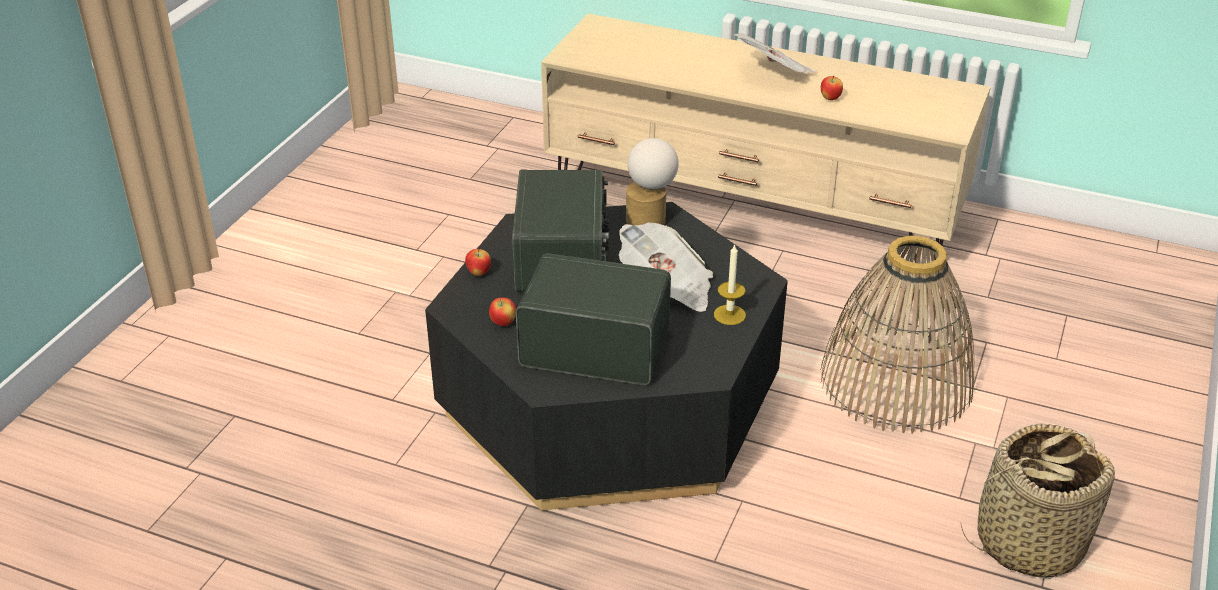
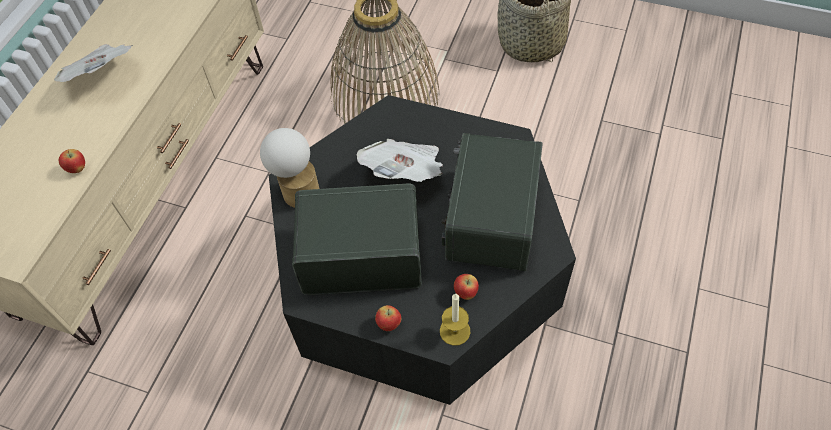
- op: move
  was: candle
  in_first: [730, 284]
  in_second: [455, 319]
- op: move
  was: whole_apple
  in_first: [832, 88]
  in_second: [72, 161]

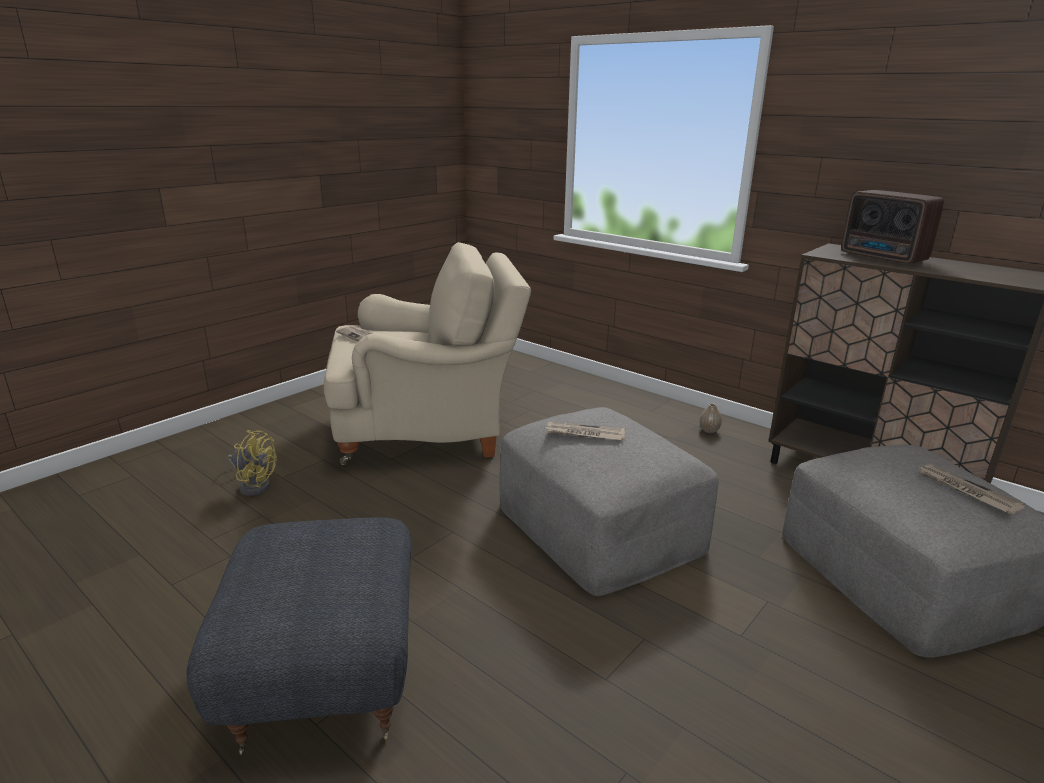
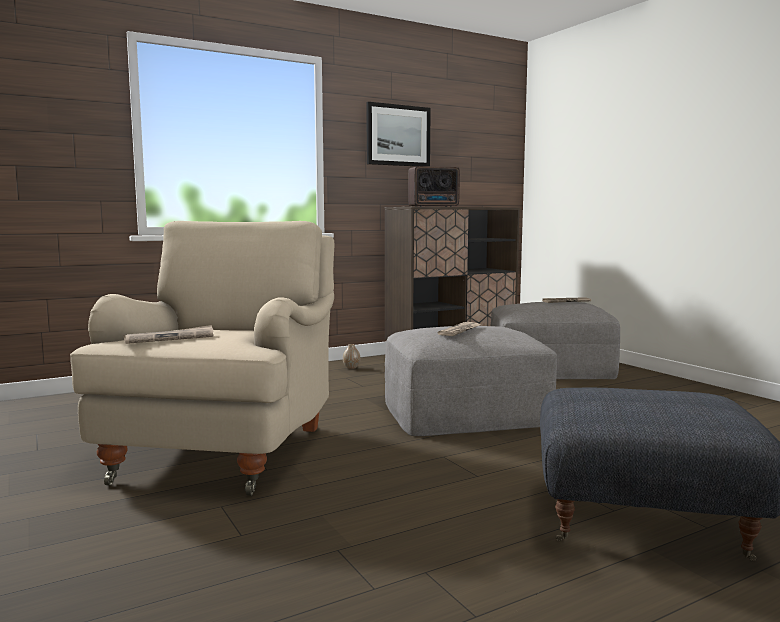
- op: delete
  was: yellowish_electric_fan
  in_first: [252, 463]
- op: insert
  now: picture
  in_second: [398, 134]

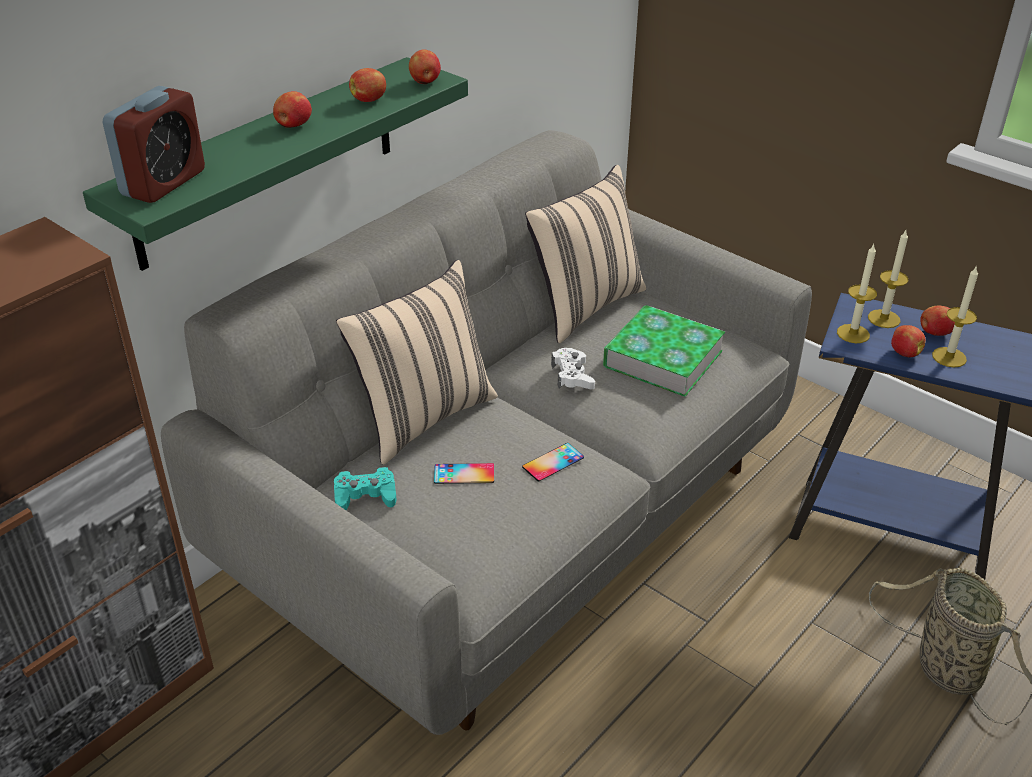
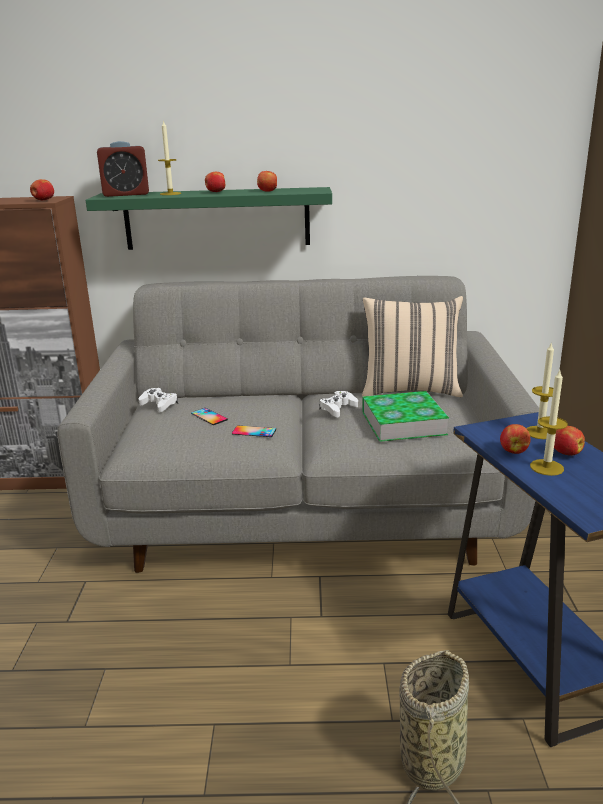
- op: delete
  was: sand-coloured_pillow
  in_first: [417, 362]
- op: move
  was: whole_apple
  in_first: [425, 67]
  in_second: [42, 189]
- op: move
  was: candle
  in_first: [857, 293]
  in_second: [169, 157]
- op: recolor
  was: blue-green_game_controller
  now: whitish_game_controller
  in_first: [365, 488]
  in_second: [158, 400]

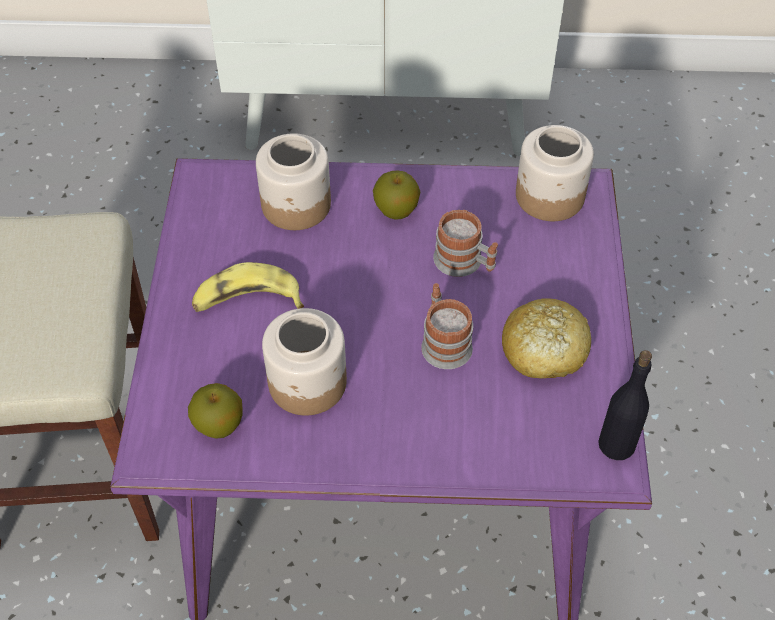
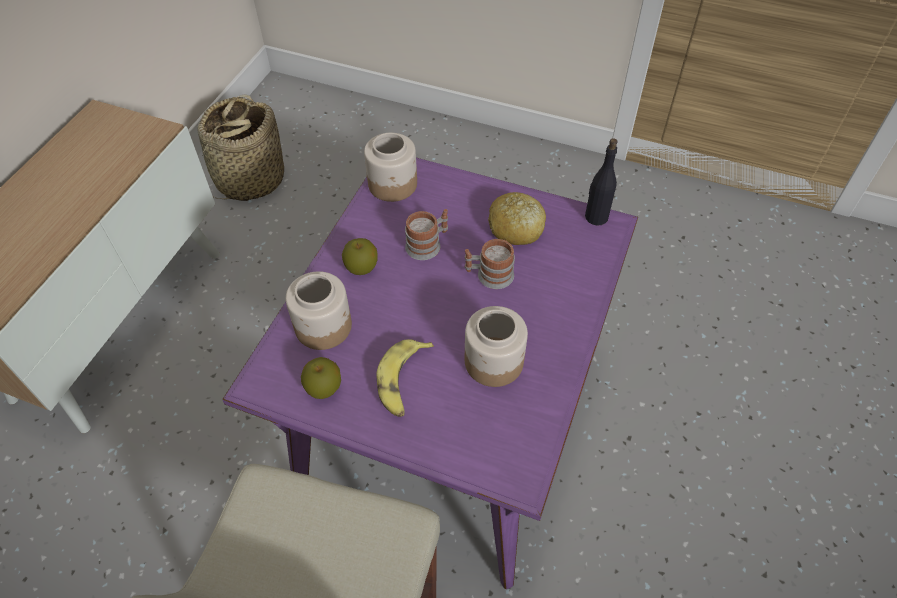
- op: insert
  now: basket
  in_second: [240, 147]
- op: move
  was: whole_apple
  in_first: [215, 411]
  in_second: [321, 378]

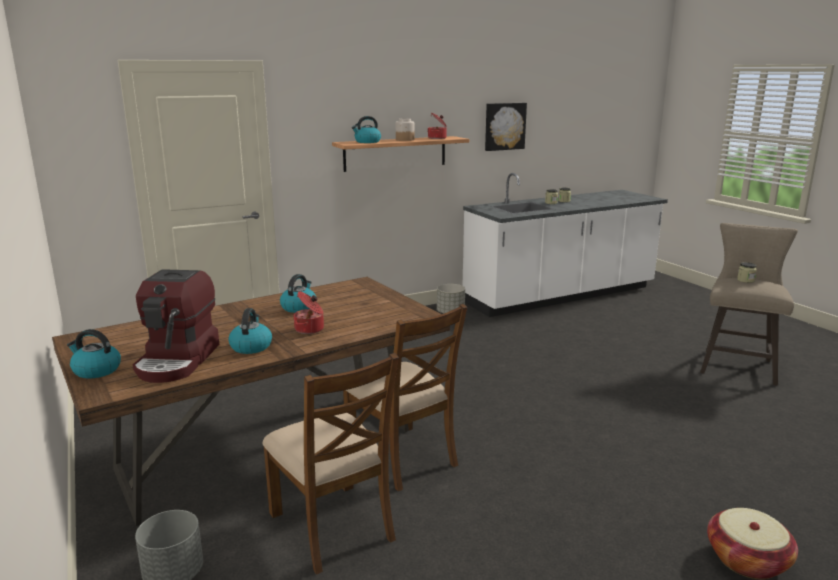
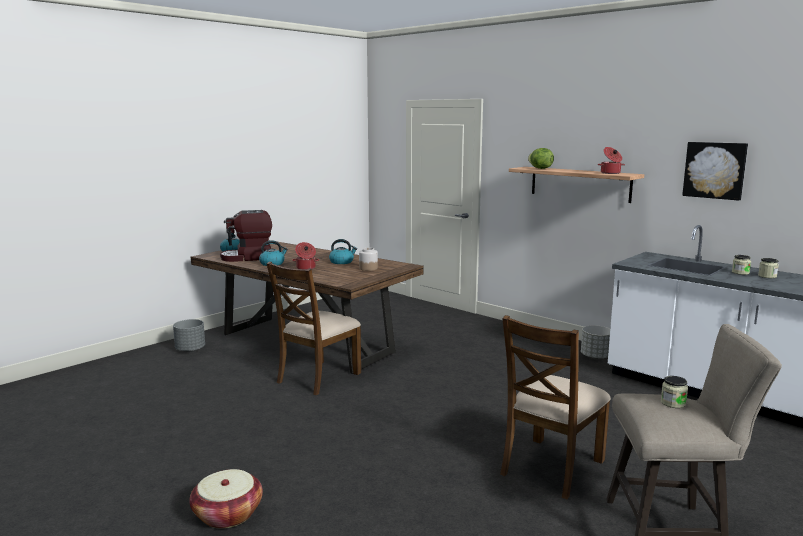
- op: move
  was: brown_chair
  in_first: [331, 463]
  in_second: [555, 407]
- op: move
  was: jar
  in_first: [405, 129]
  in_second: [368, 259]
- op: replace
  was: water_kettle
  now: lettuce_head
  in_first: [366, 129]
  in_second: [541, 158]

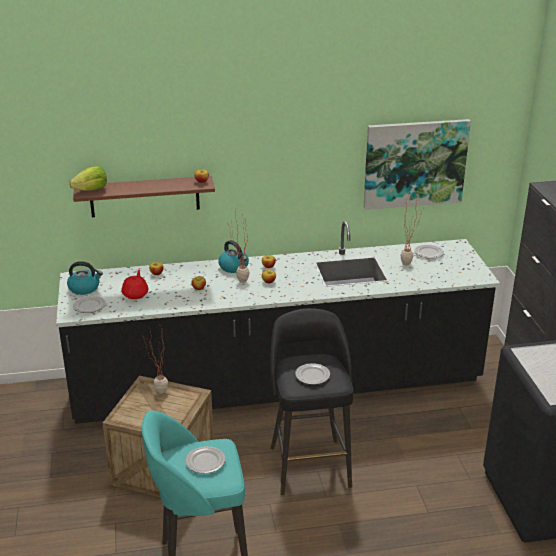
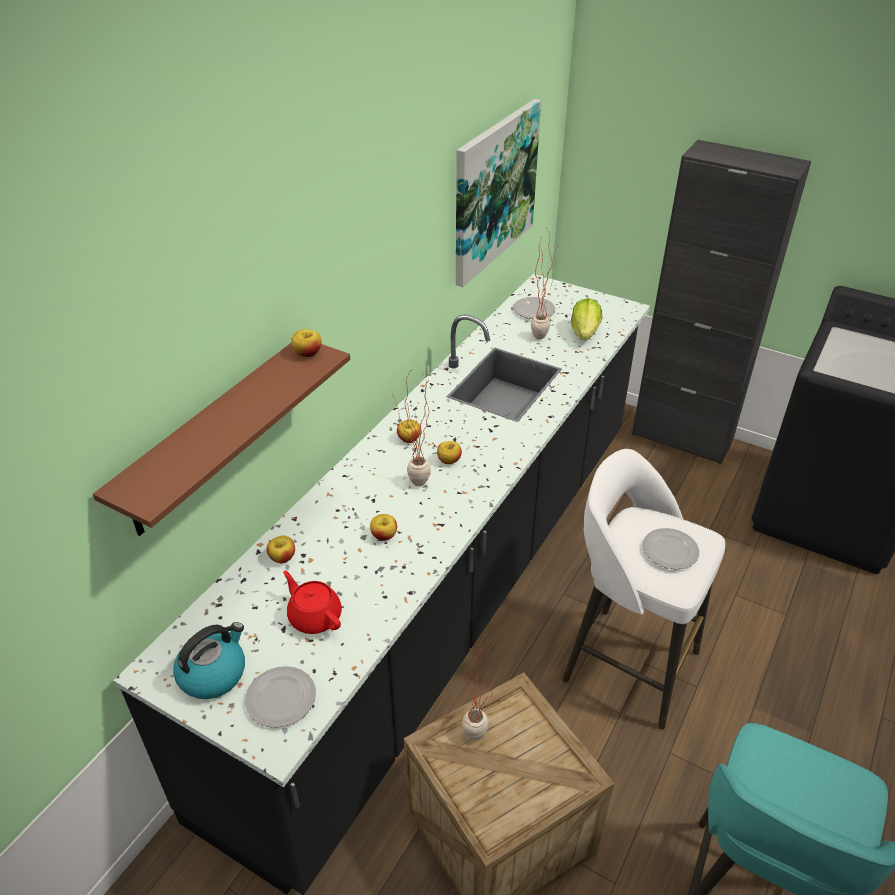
- op: delete
  was: dinner_plate
  in_first: [206, 460]
- op: delete
  was: water_kettle
  in_first: [233, 256]
- op: move
  was: lettuce_head
  in_first: [88, 178]
  in_second: [587, 319]
- op: recolor
  was: black_sitting_stool
  now: whitish_sitting_stool
  in_first: [312, 401]
  in_second: [643, 589]

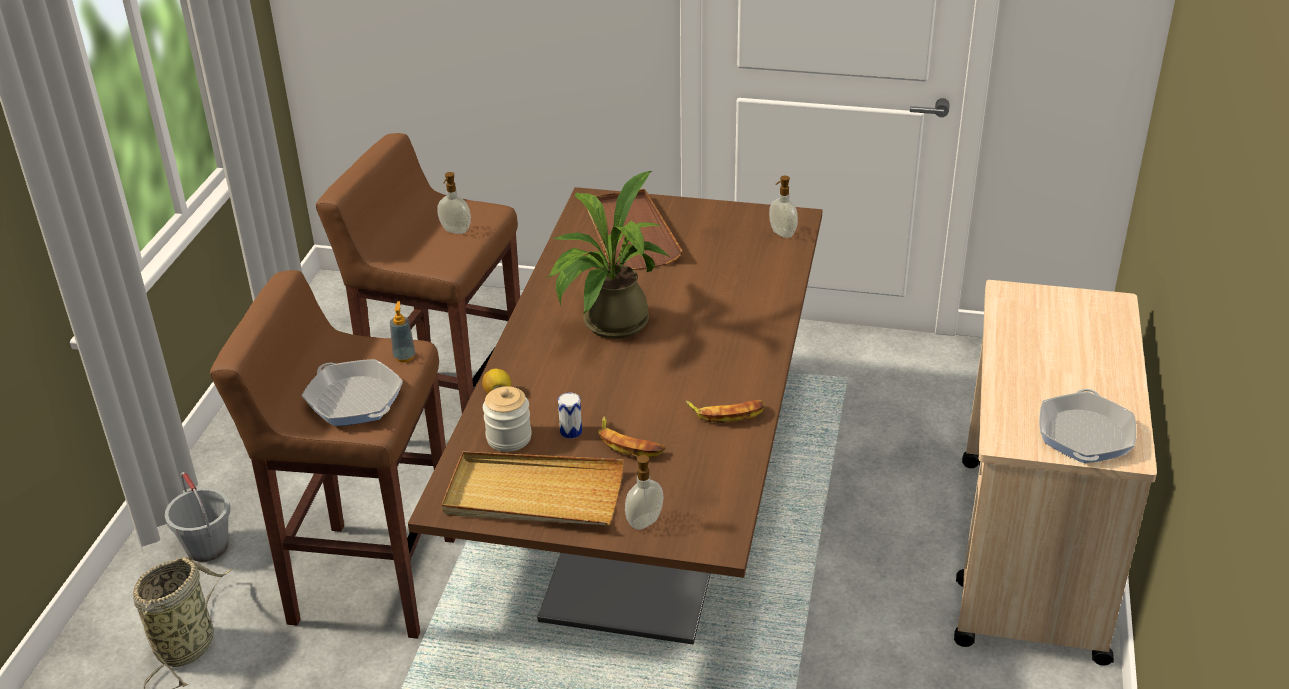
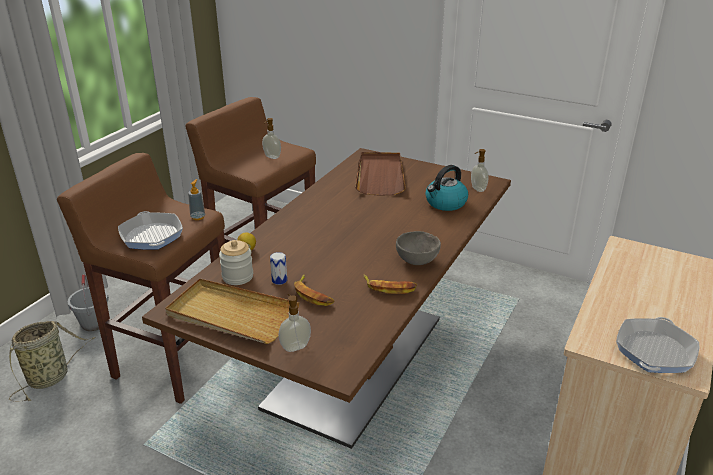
- op: delete
  was: plant_in_a_pot
  in_first: [607, 255]
- op: insert
  now: grey_bowl
  in_second: [418, 248]
- op: insert
  now: water_kettle
  in_second: [446, 188]

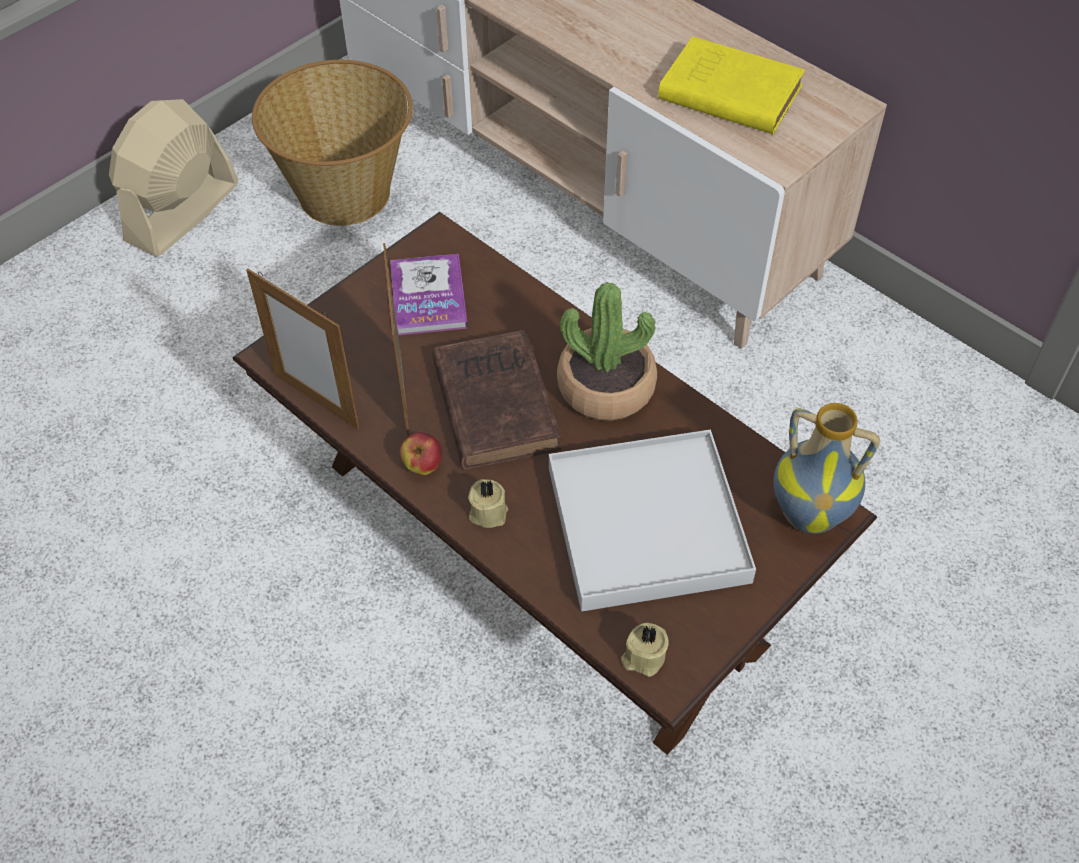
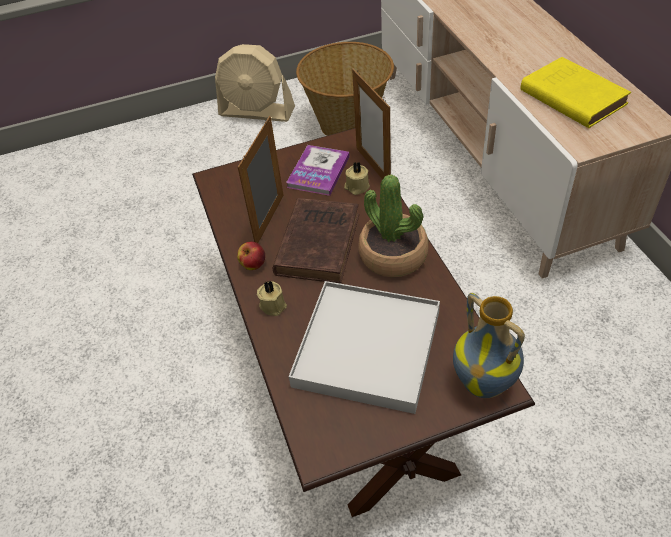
- op: move
  was: standing_frame
  in_first: [302, 349]
  in_second: [371, 124]
- op: move
  was: sand-coloured_candle
  in_first: [645, 650]
  in_second: [357, 178]
- op: rotate
  was: sand-coloured_electric_fan
  in_first: [174, 178]
  in_second: [255, 83]
  clockwise: -135

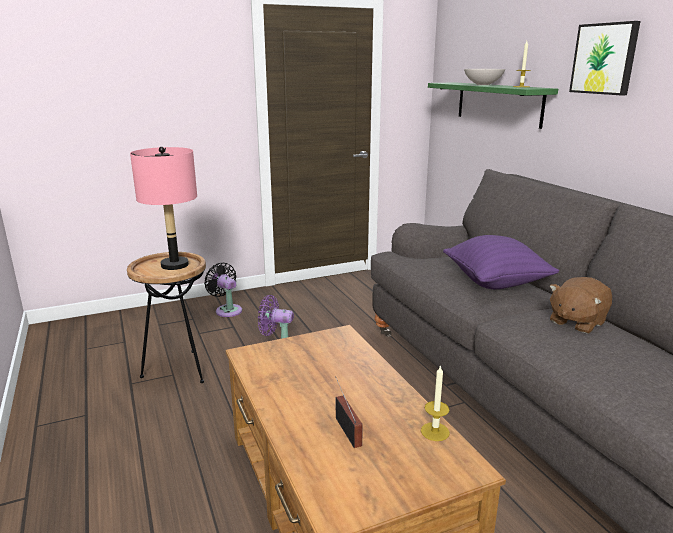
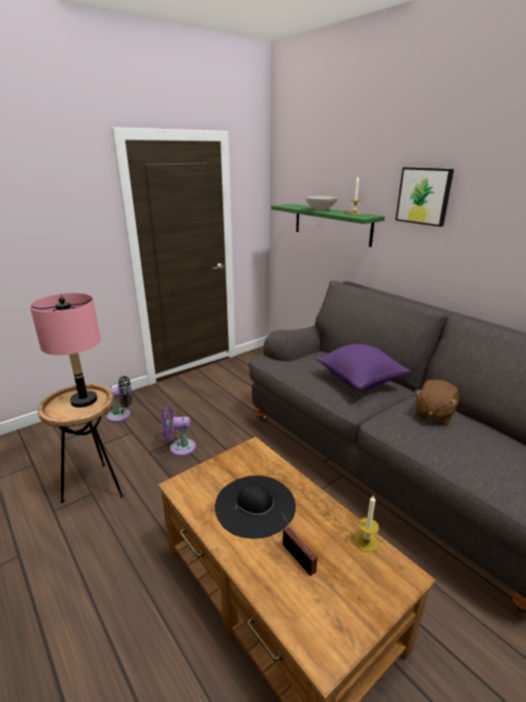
- op: insert
  now: black_wearable_hat
  in_second: [255, 507]
- op: rotate
  was: black_electric_fan
  in_first: [223, 290]
  in_second: [119, 399]
  clockwise: 135

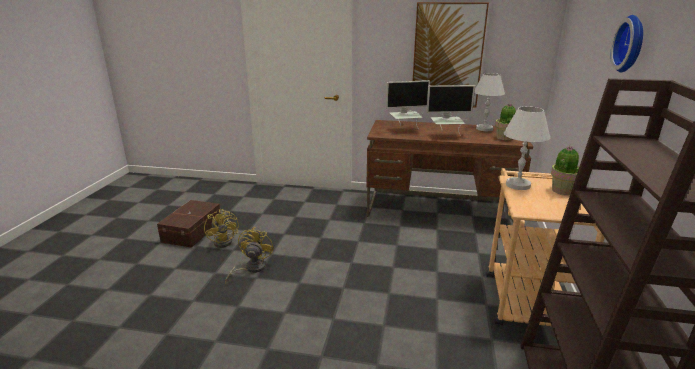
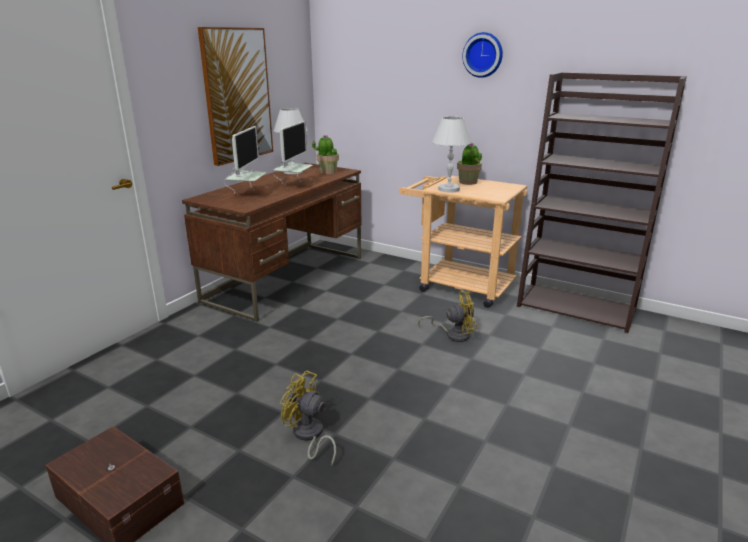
- op: move
  was: yellowish_electric_fan
  in_first: [221, 228]
  in_second: [447, 316]

